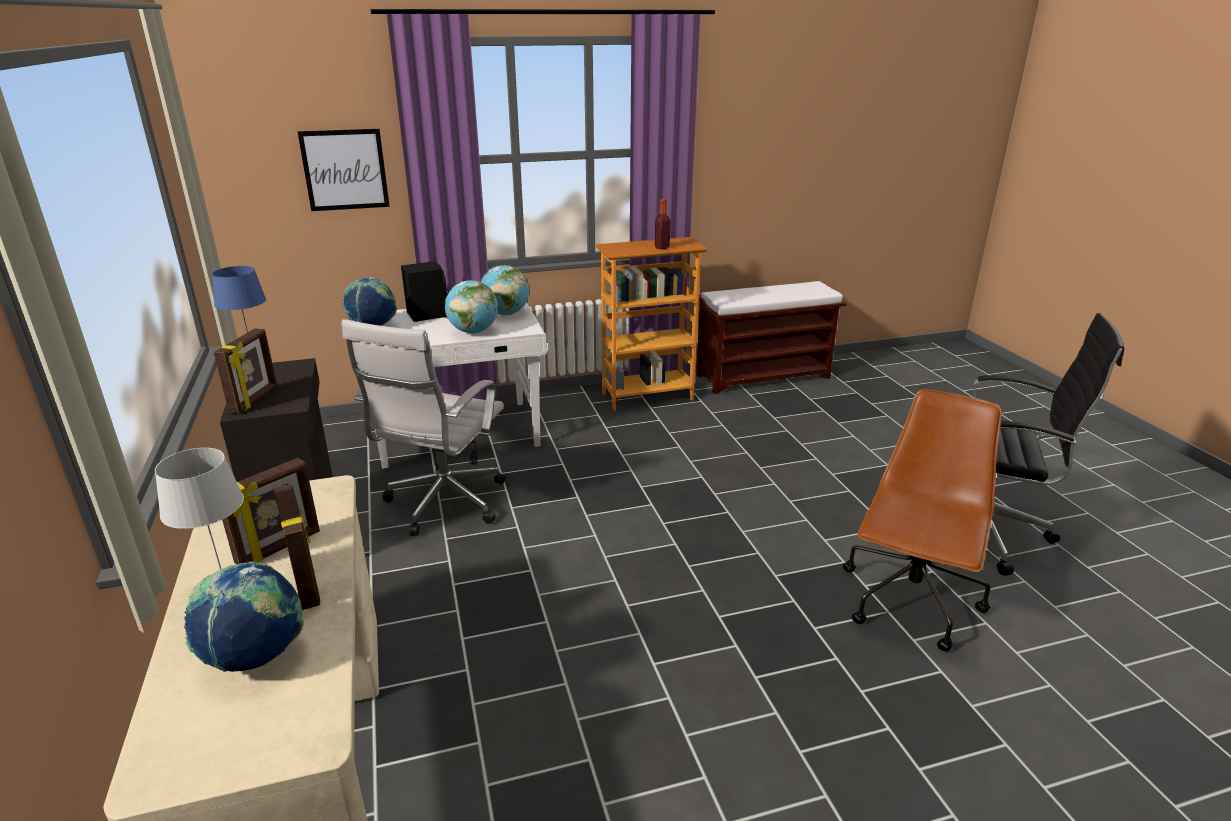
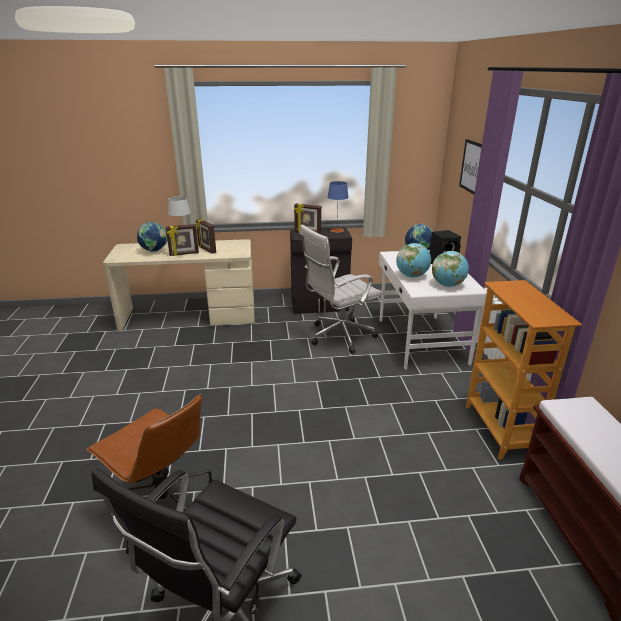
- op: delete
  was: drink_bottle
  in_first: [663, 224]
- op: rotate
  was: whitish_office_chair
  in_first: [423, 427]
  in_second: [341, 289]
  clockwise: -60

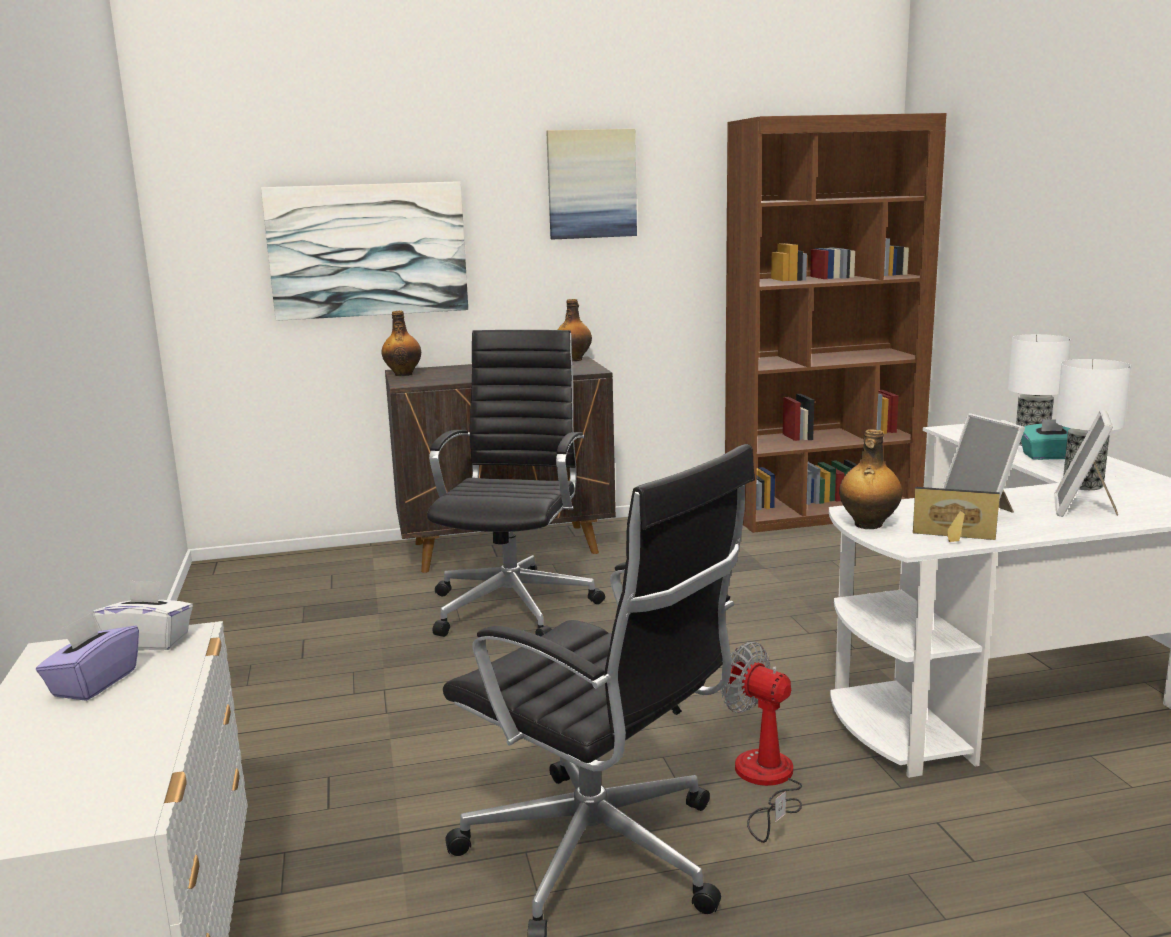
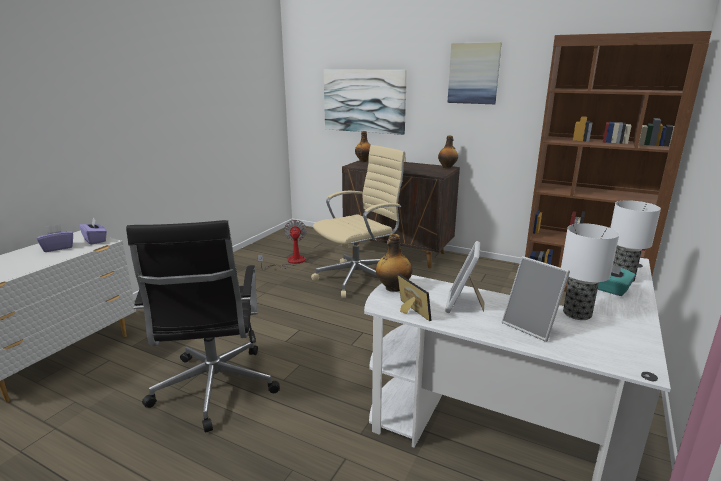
- op: move
  was: electric_fan
  in_first: [761, 742]
  in_second: [282, 245]
- op: recolor
  was: whitish_tissue_box
  now: purplish_tissue_box
  in_first: [143, 615]
  in_second: [93, 231]
- op: recolor
  was: black_office_chair
  now: sand-coloured_office_chair
  in_first: [516, 483]
  in_second: [358, 221]
- op: rotate
  was: standing_frame
  in_first: [1086, 463]
  in_second: [536, 299]
  clockwise: -105

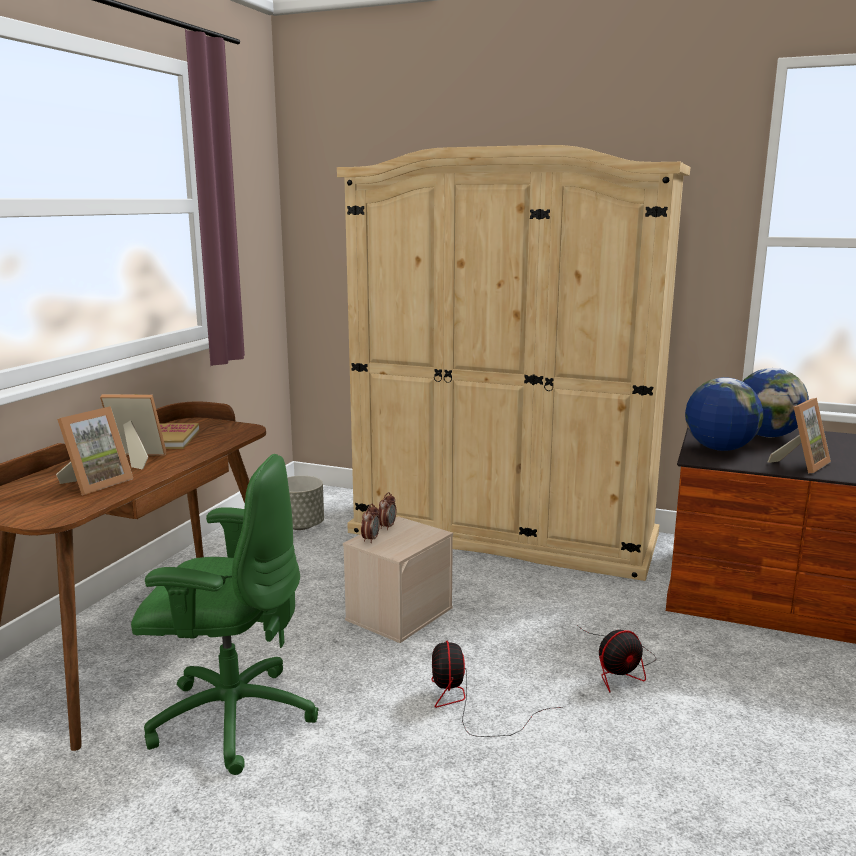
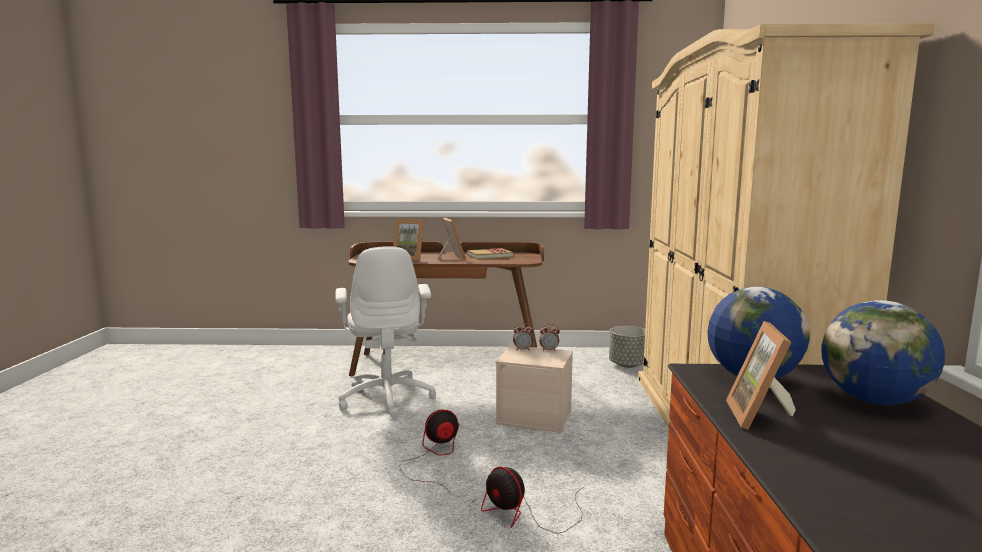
- op: recolor
  was: green_office_chair
  now: whitish_office_chair
  in_first: [225, 614]
  in_second: [385, 332]
- op: rotate
  was: standing_frame
  in_first: [799, 435]
  in_second: [761, 375]
  clockwise: 75

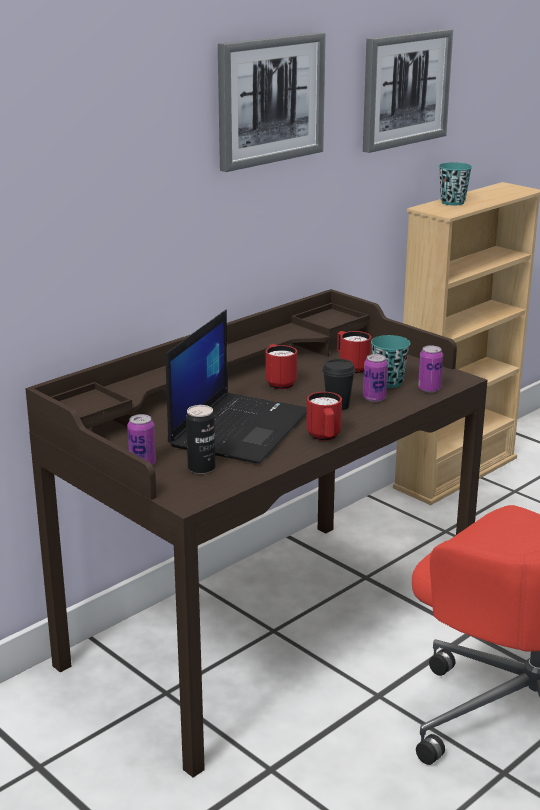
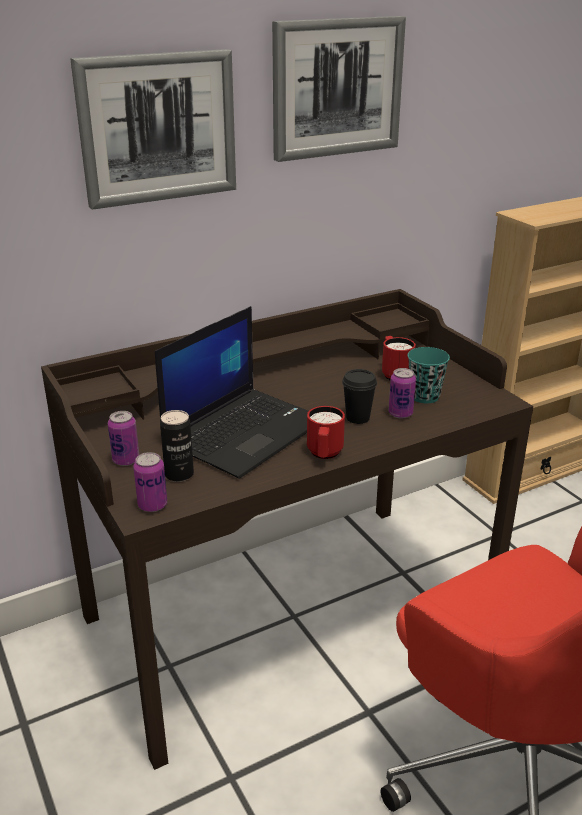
- op: delete
  was: reddish_coffee_mug
  in_first: [281, 366]
- op: delete
  was: blue-green_cup
  in_first: [455, 183]
- op: move
  was: picture
  in_first: [408, 91]
  in_second: [153, 129]
- op: move
  was: metal_can
  in_first: [430, 369]
  in_second: [150, 482]

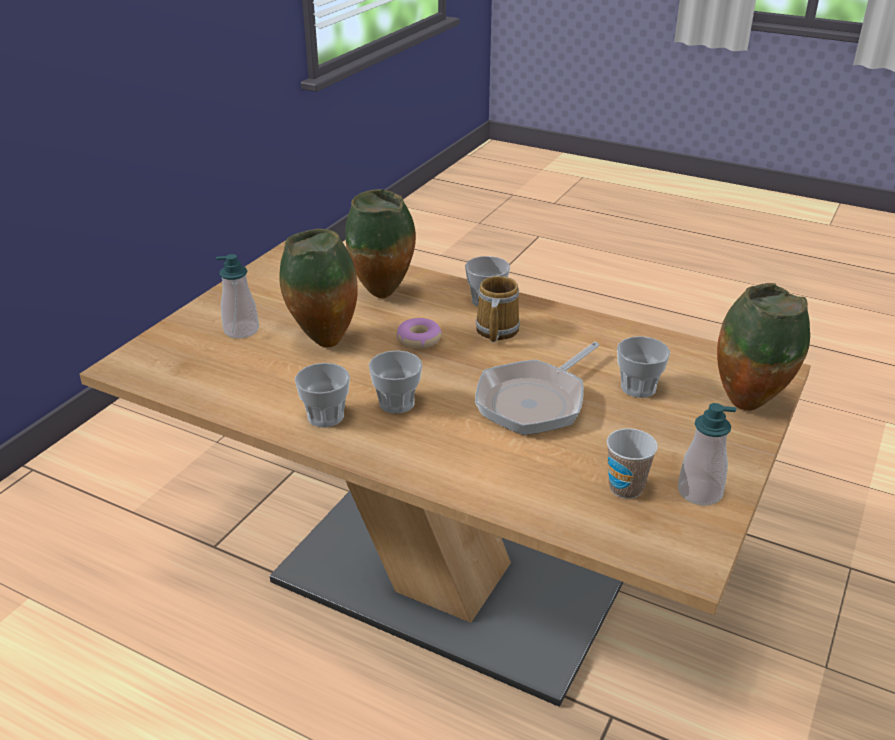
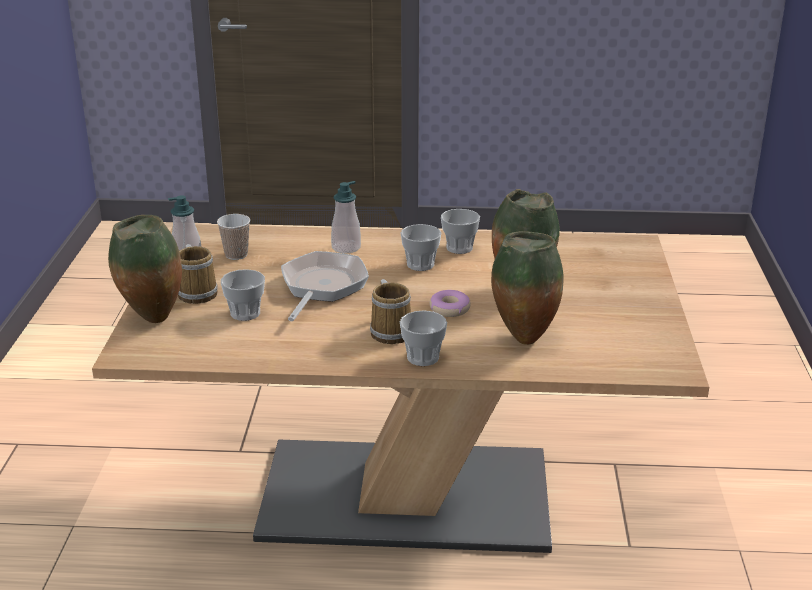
- op: insert
  now: coffee_mug
  in_second: [198, 274]
- op: move
  was: liquid_soap_bottle
  in_first: [237, 296]
  in_second: [346, 217]

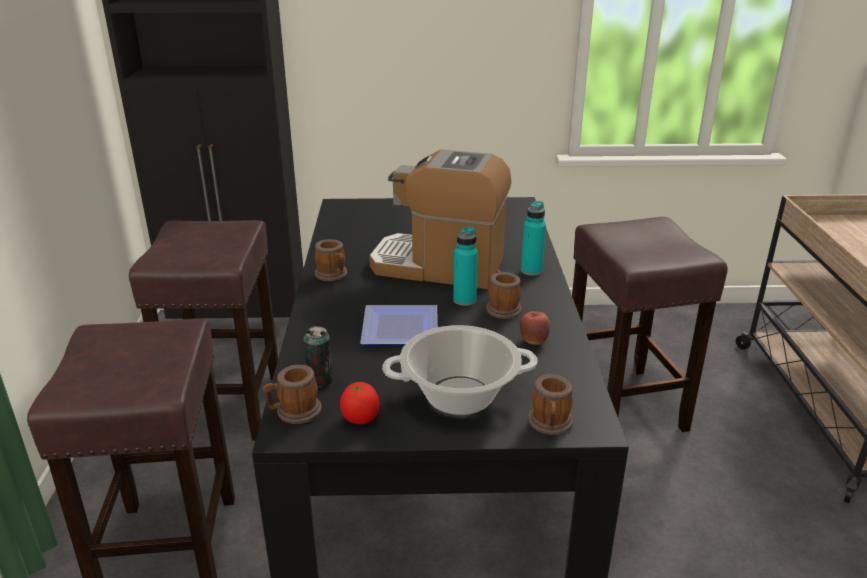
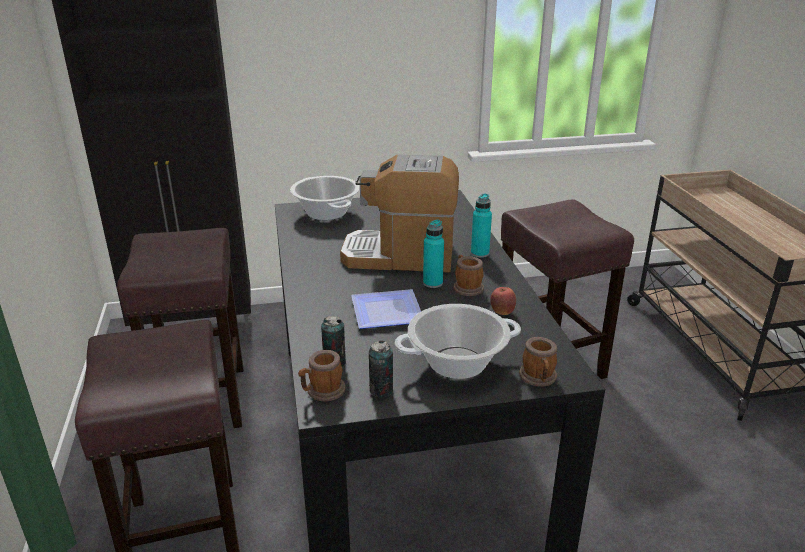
- op: delete
  was: coffee_mug
  in_first: [330, 260]
- op: insert
  now: saucepot
  in_second: [325, 198]
- op: replace
  was: whole_tomato
  now: metal_can
  in_first: [360, 403]
  in_second: [381, 369]

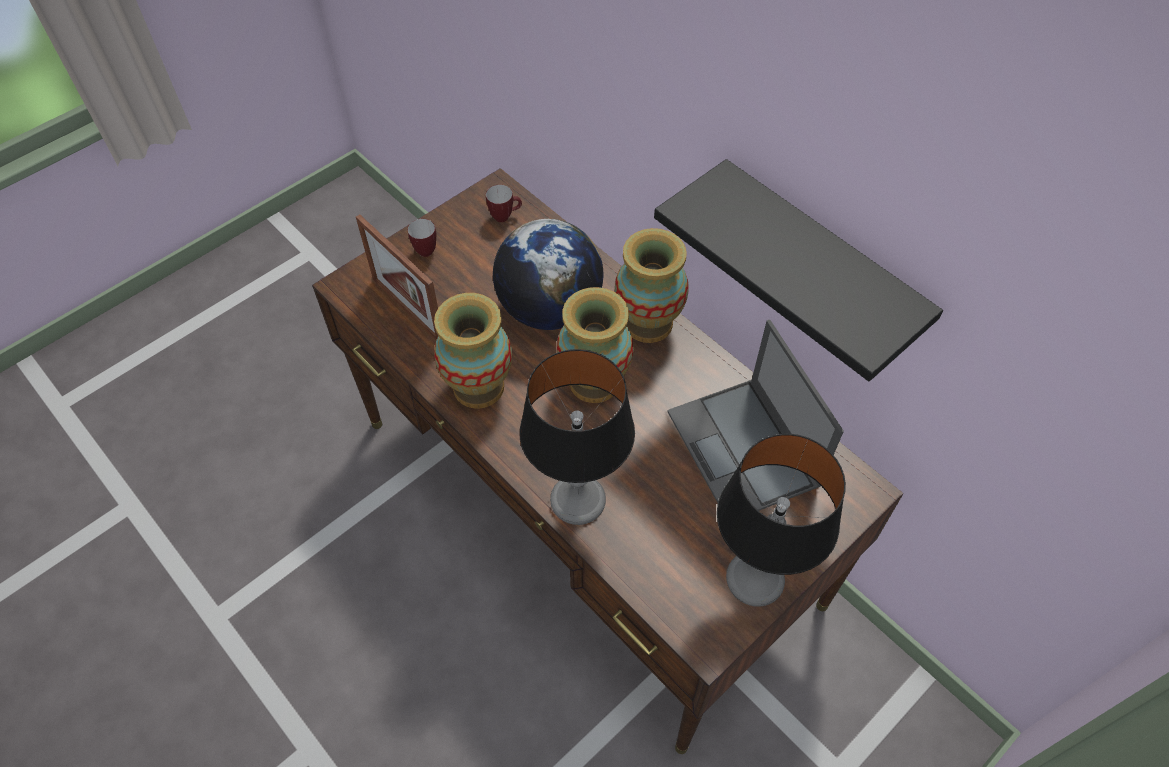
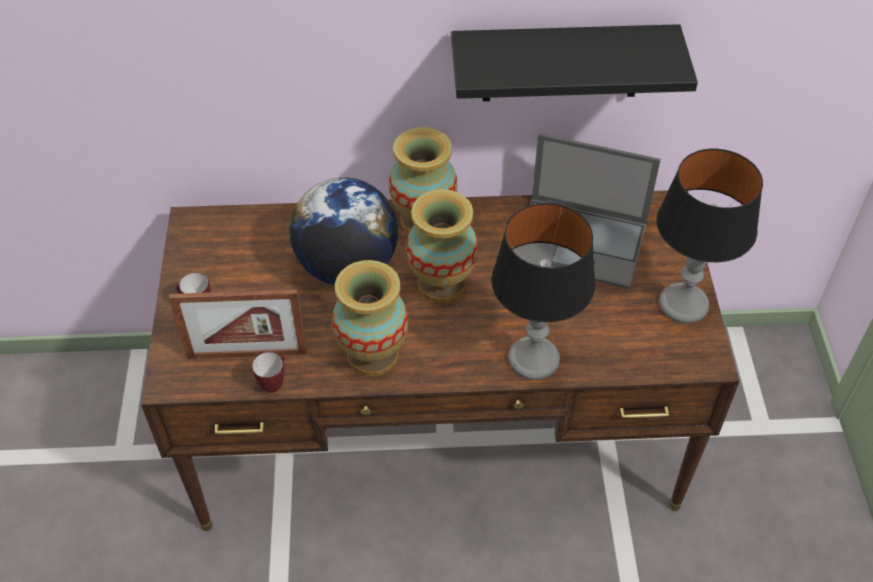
- op: move
  was: coffee_mug
  in_first: [504, 203]
  in_second: [268, 372]

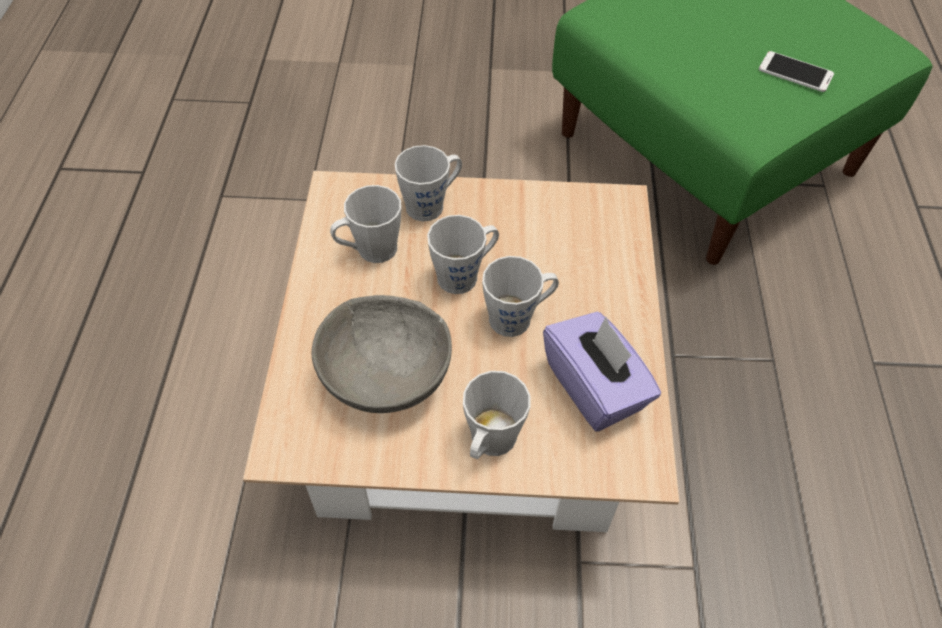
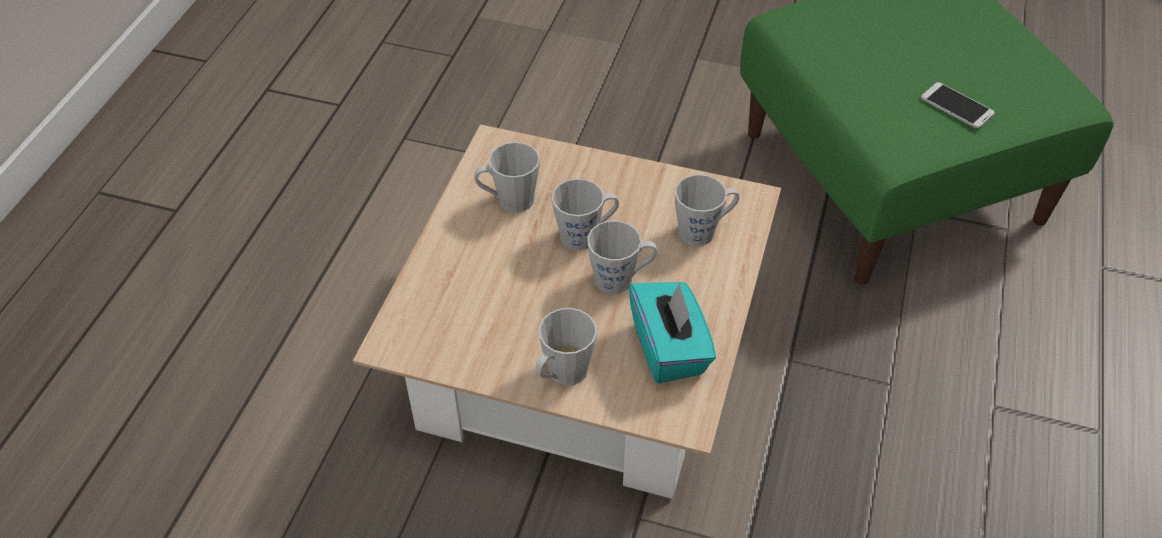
- op: delete
  was: grey_bowl
  in_first: [382, 354]
- op: move
  was: grey_coffee_mug
  in_first: [428, 183]
  in_second: [707, 210]
- op: recolor
  was: purplish_tissue_box
  now: blue-green_tissue_box
  in_first: [602, 371]
  in_second: [672, 332]

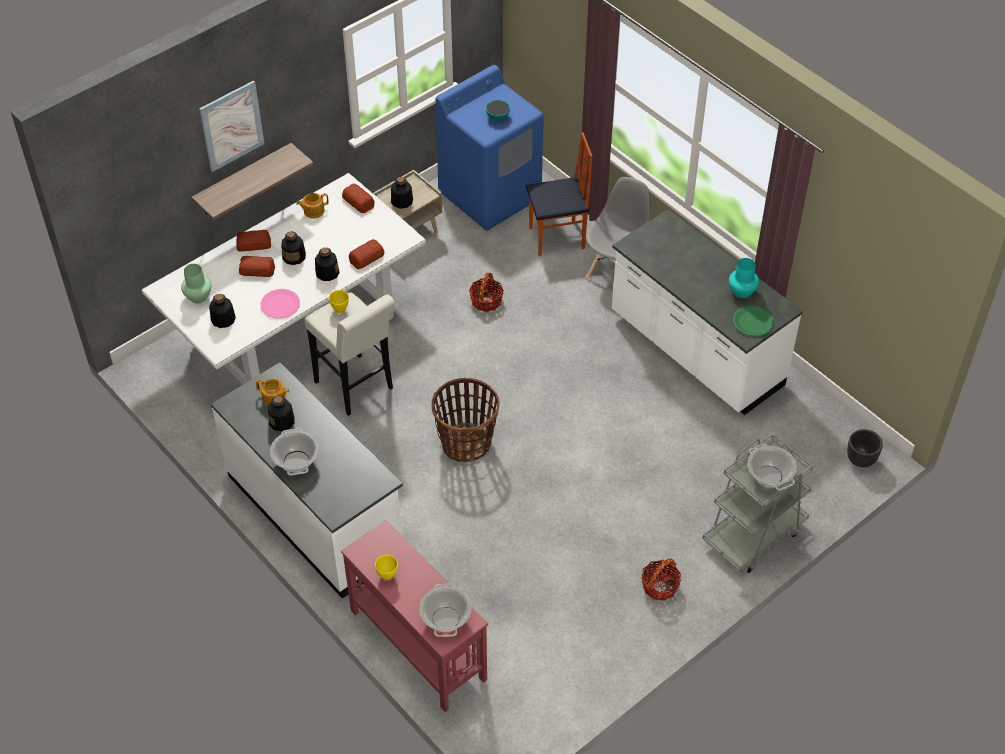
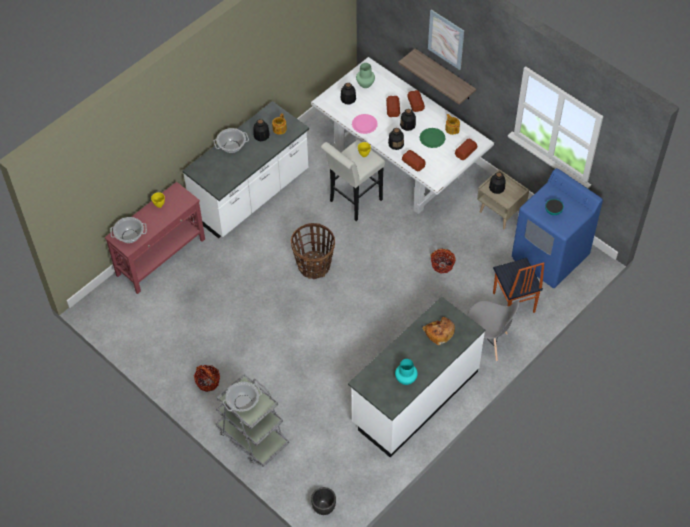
- op: insert
  now: bakery_bread
  in_second: [439, 331]
- op: move
  was: green_dinner_plate
  in_first: [753, 321]
  in_second: [433, 138]

